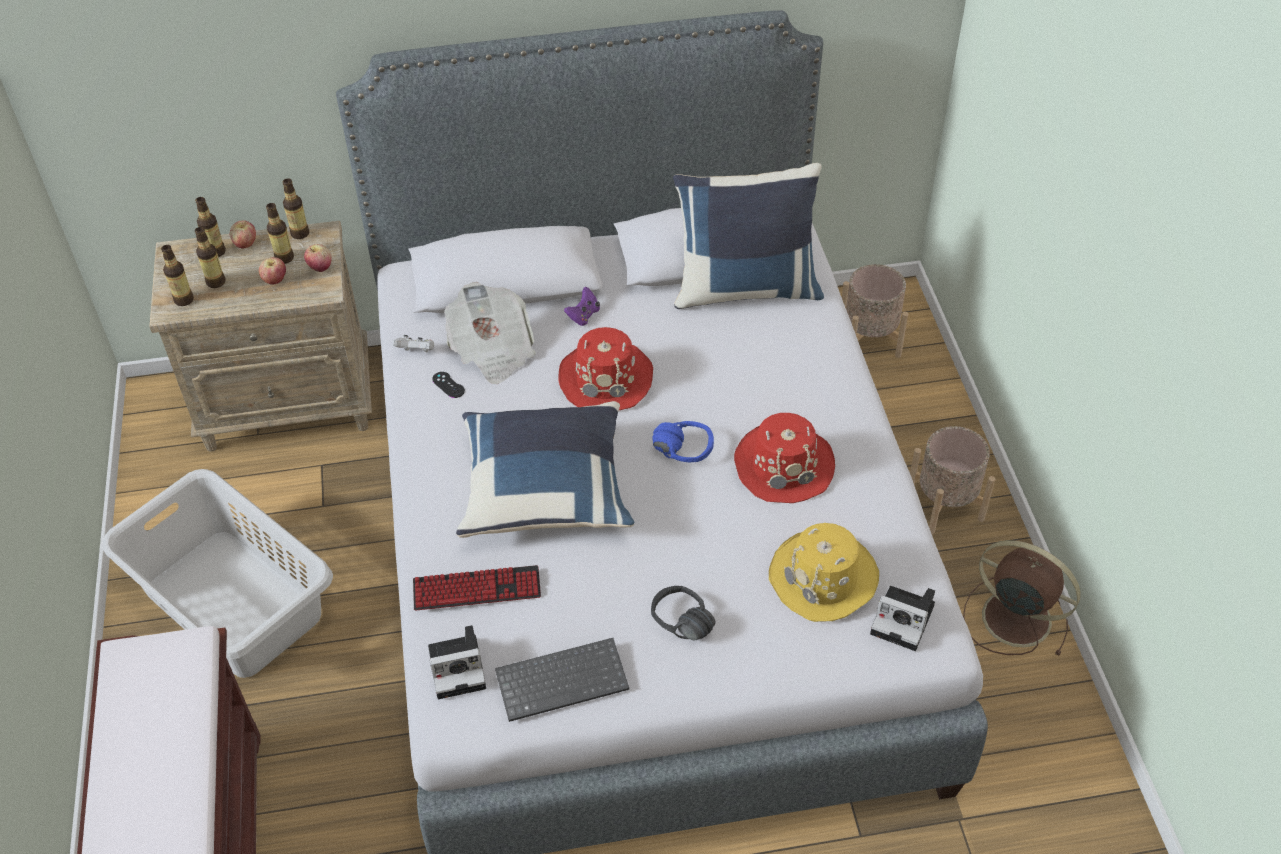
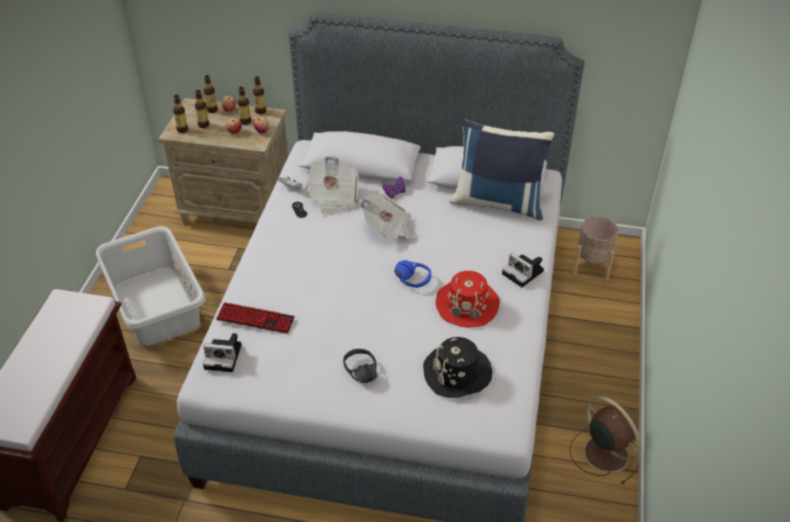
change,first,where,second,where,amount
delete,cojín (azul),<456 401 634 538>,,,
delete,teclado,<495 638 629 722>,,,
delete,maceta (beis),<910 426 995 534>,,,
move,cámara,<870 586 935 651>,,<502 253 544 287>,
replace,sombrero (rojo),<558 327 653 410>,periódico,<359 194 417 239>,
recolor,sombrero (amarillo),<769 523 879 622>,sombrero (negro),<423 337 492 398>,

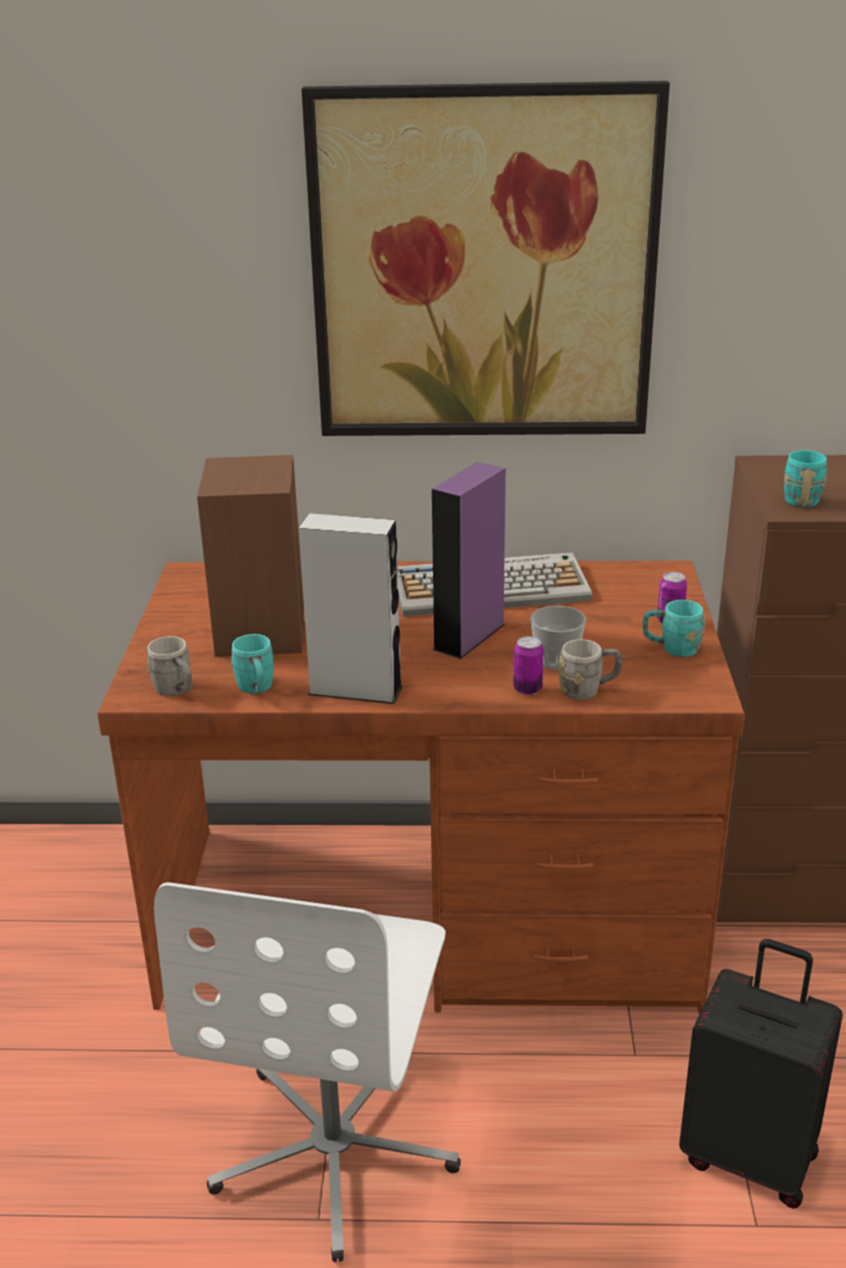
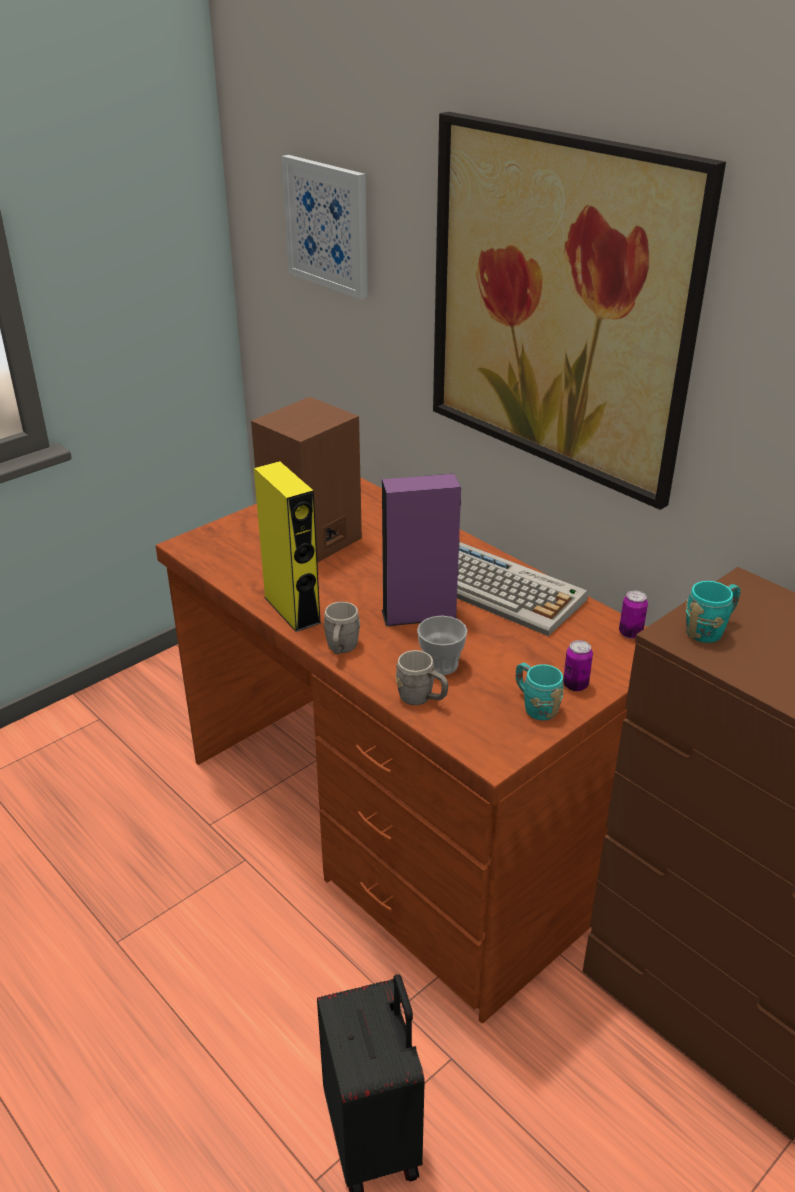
change,first,where,second,where,amount
delete,silla de oficina (blanco),<154 882 461 1262>,,,
delete,taza grande (turquesa),<231 634 274 694>,,,
insert,,,cuadro,<282 155 368 299>,
move,taza grande (gris),<147 636 192 696>,,<324 602 361 654>,
move,lata,<513 636 544 695>,,<619 590 648 639>,
recolor,altavoz (gris),<298 513 403 704>,altavoz (amarillo),<254 461 321 632>,

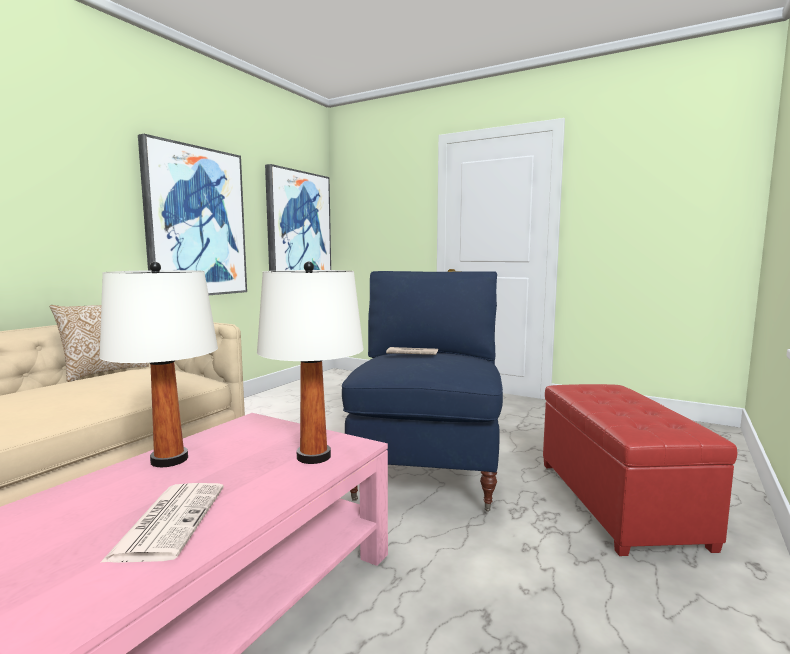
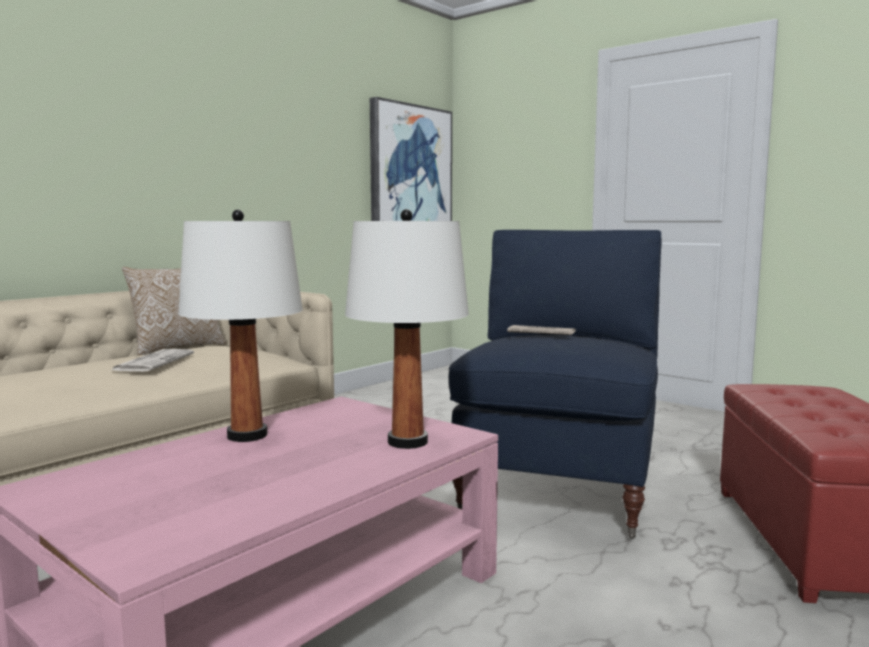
change,first,where,second,where,amount
delete,cuadro,<138 134 247 295>,,,
move,periódico,<100 483 224 563>,,<112 349 194 371>,

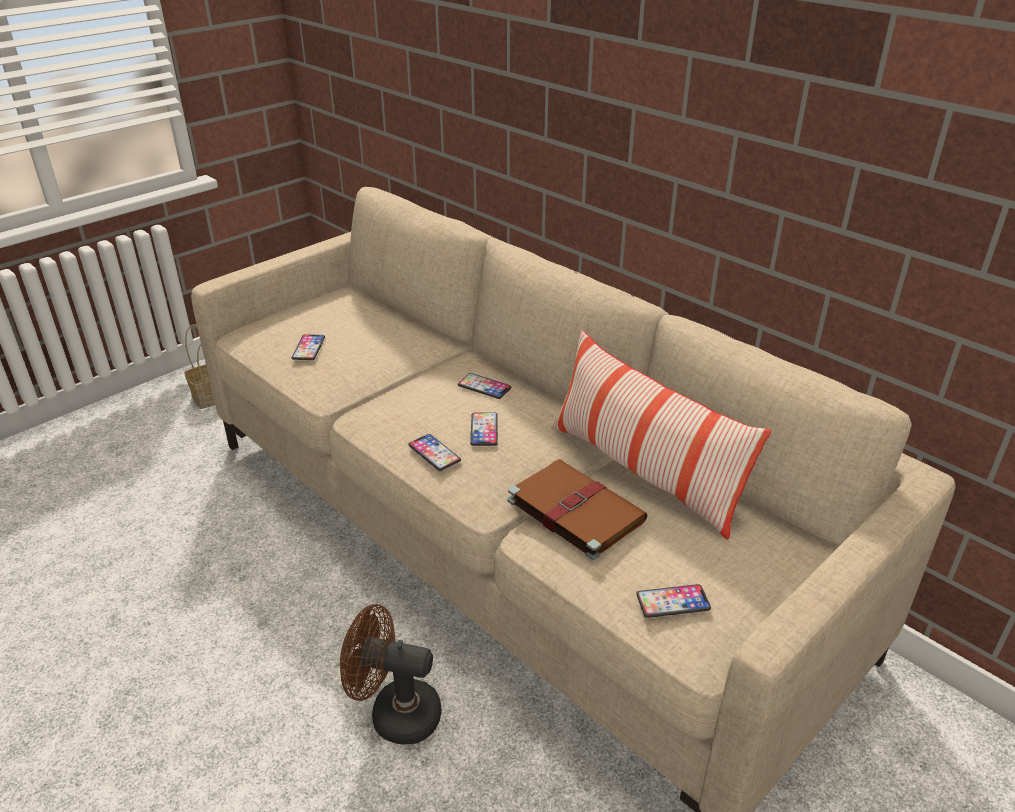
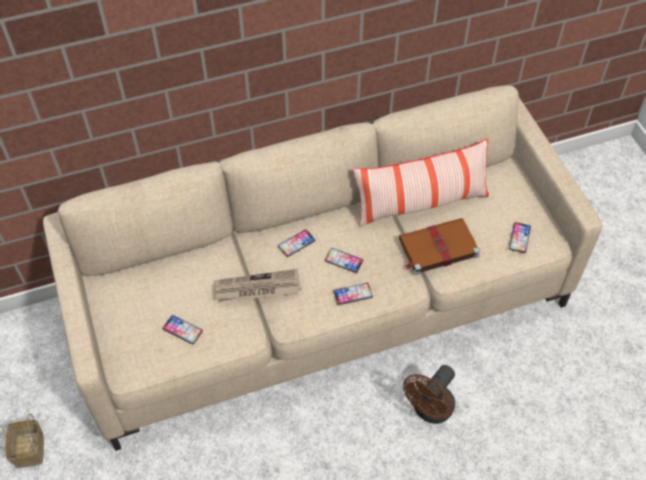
change,first,where,second,where,amount
insert,,,periódico,<215 269 301 301>,

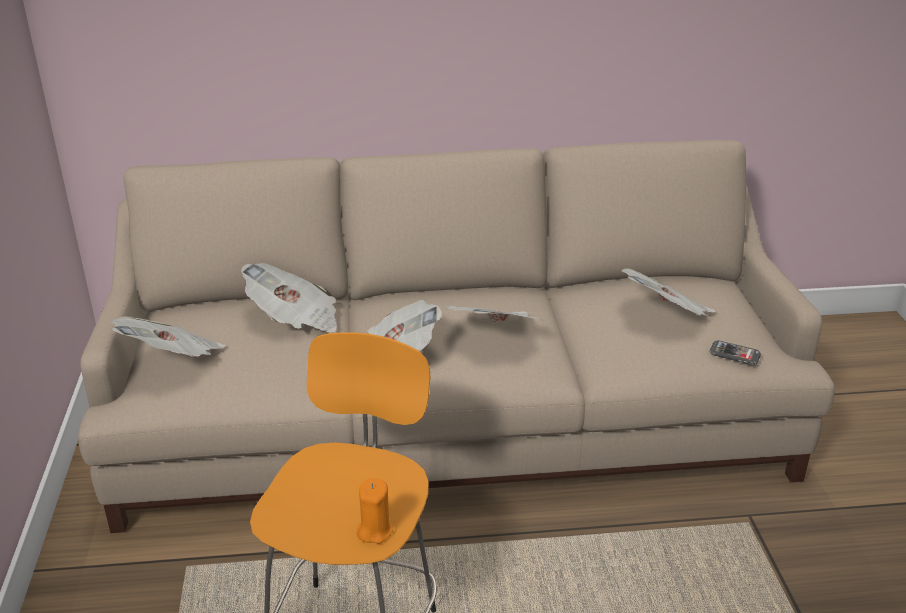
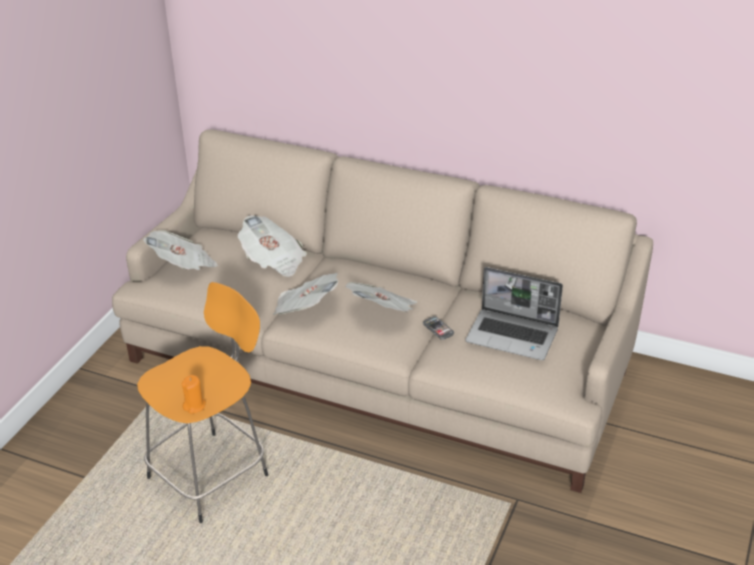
change,first,where,second,where,amount
move,móvil,<710 340 761 365>,,<423 316 454 340>,
replace,periódico,<621 268 716 316>,portátil,<465 267 563 360>,

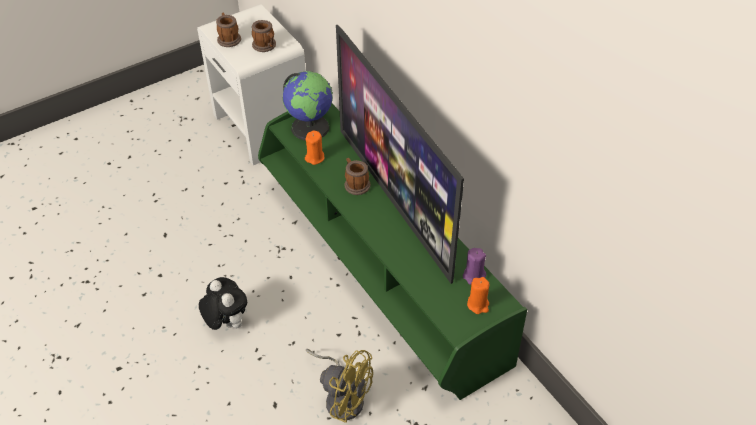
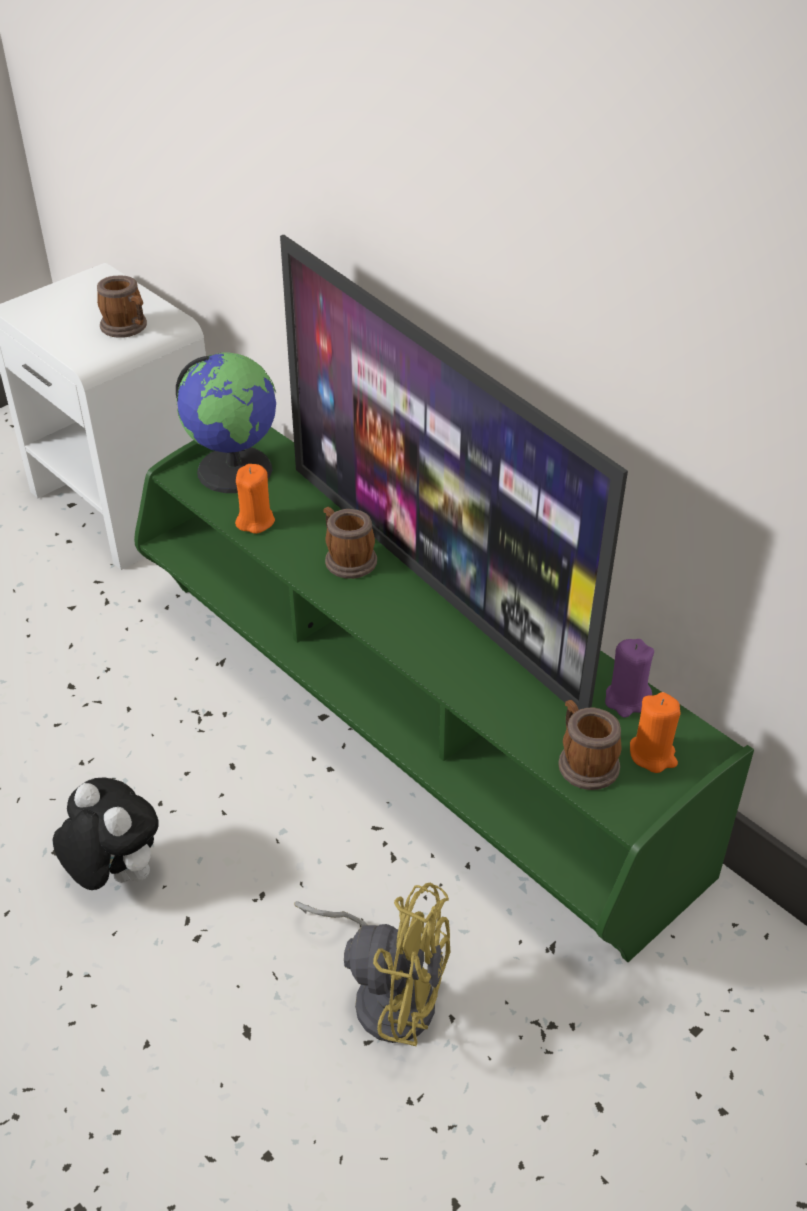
change,first,where,second,where,amount
move,taza grande,<216 13 241 47>,,<558 700 621 790>,

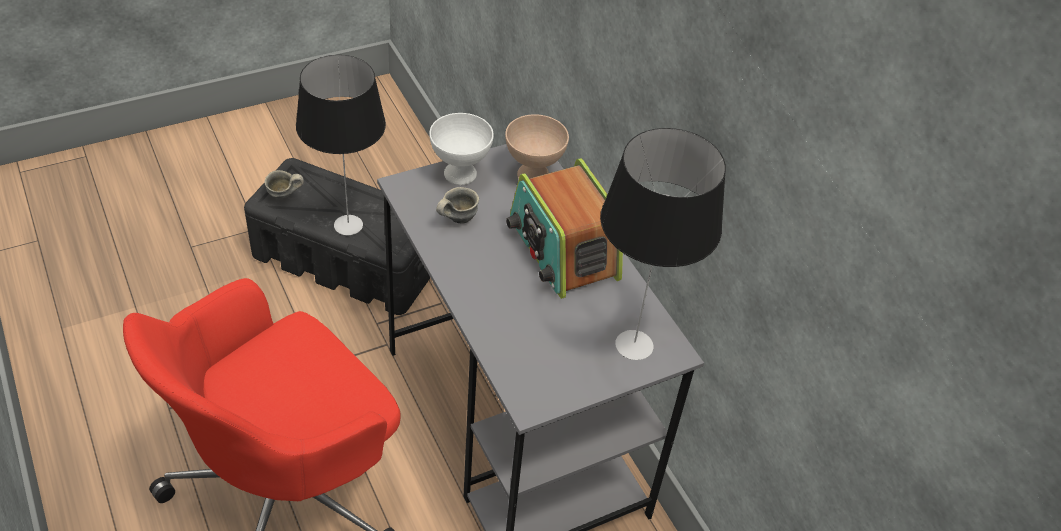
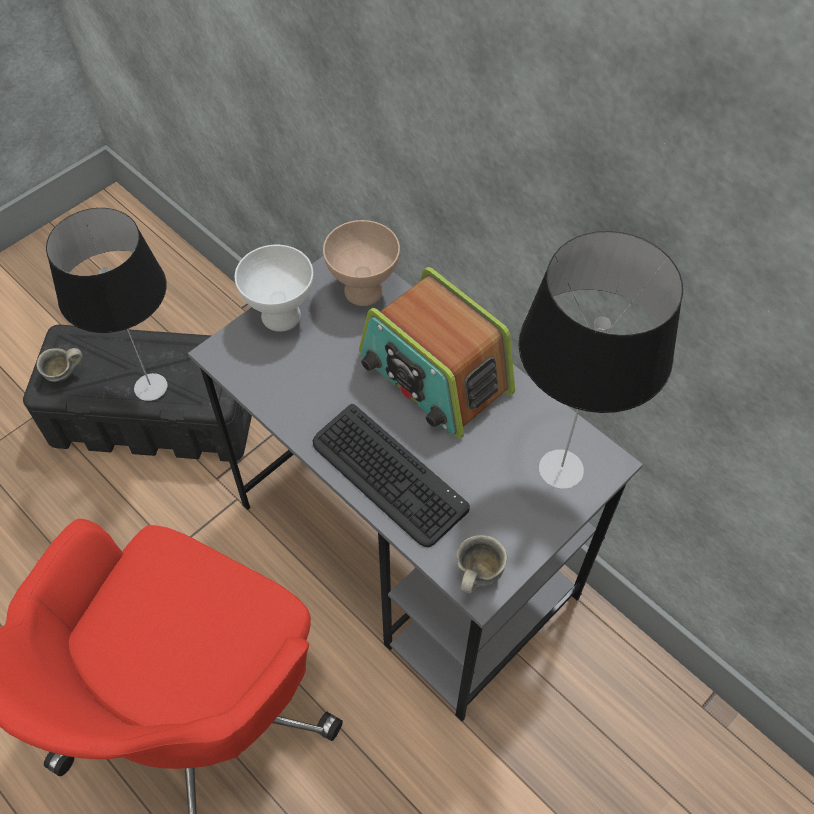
change,first,where,second,where,amount
insert,,,teclado,<313 404 470 547>,
move,taza grande (gris),<436 187 479 223>,,<456 535 507 594>,

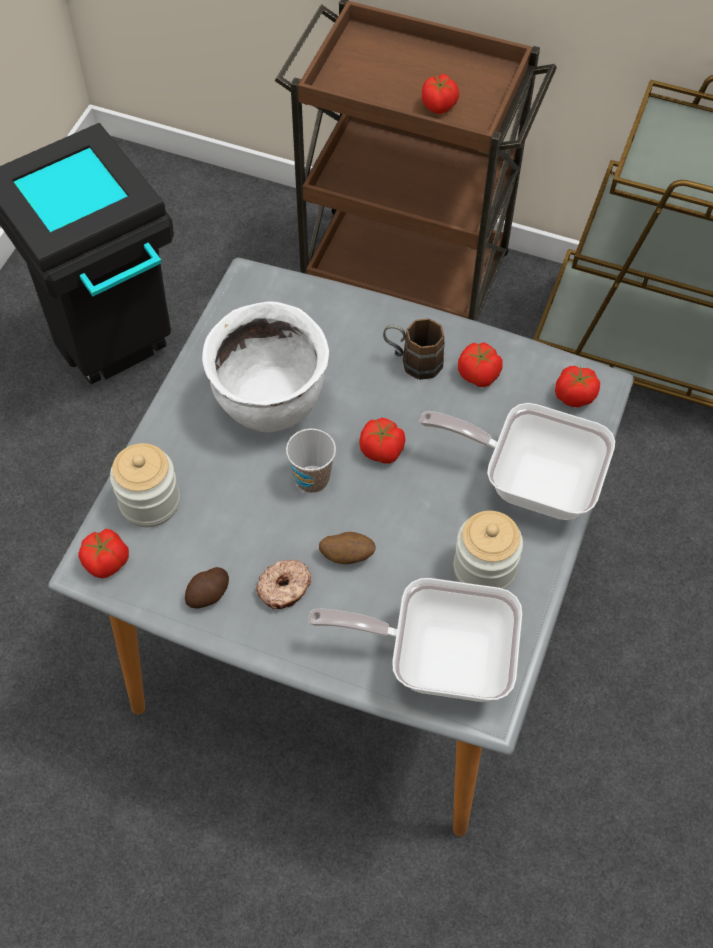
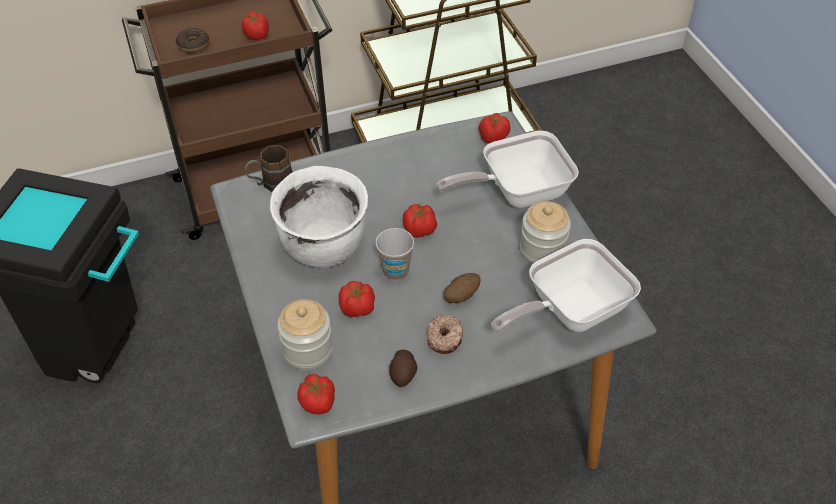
change,first,where,second,where,amount
insert,,,rosquilla,<176 28 209 53>,
move,taza grande (marrón),<383 318 445 380>,,<245 145 292 192>,
move,tomate,<458 342 503 387>,,<339 281 375 317>,

